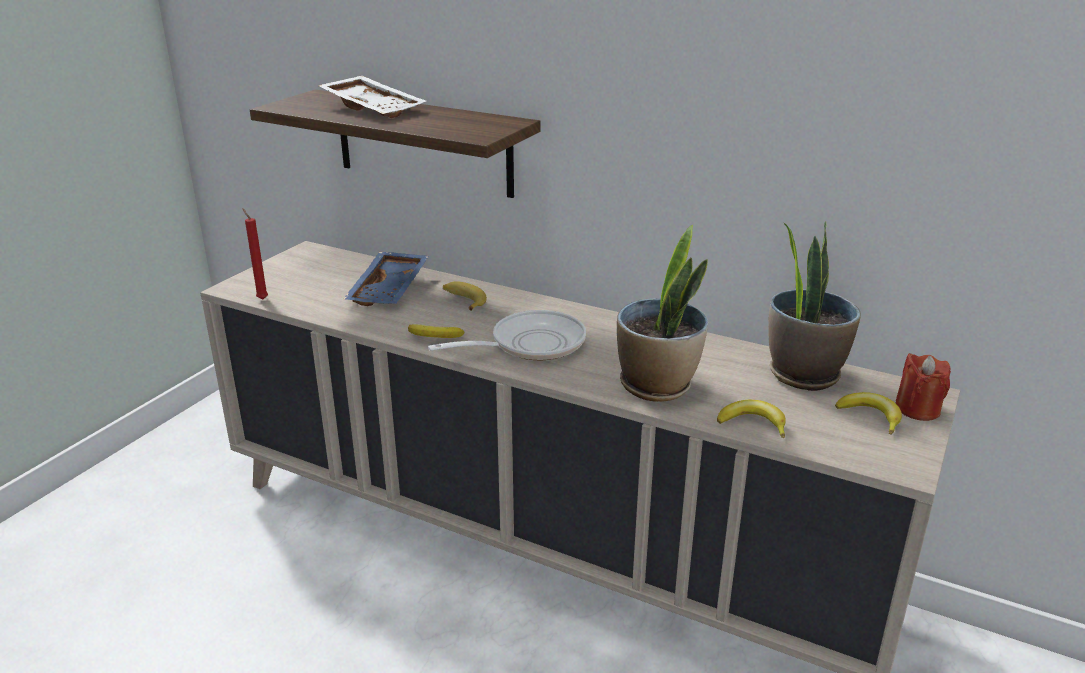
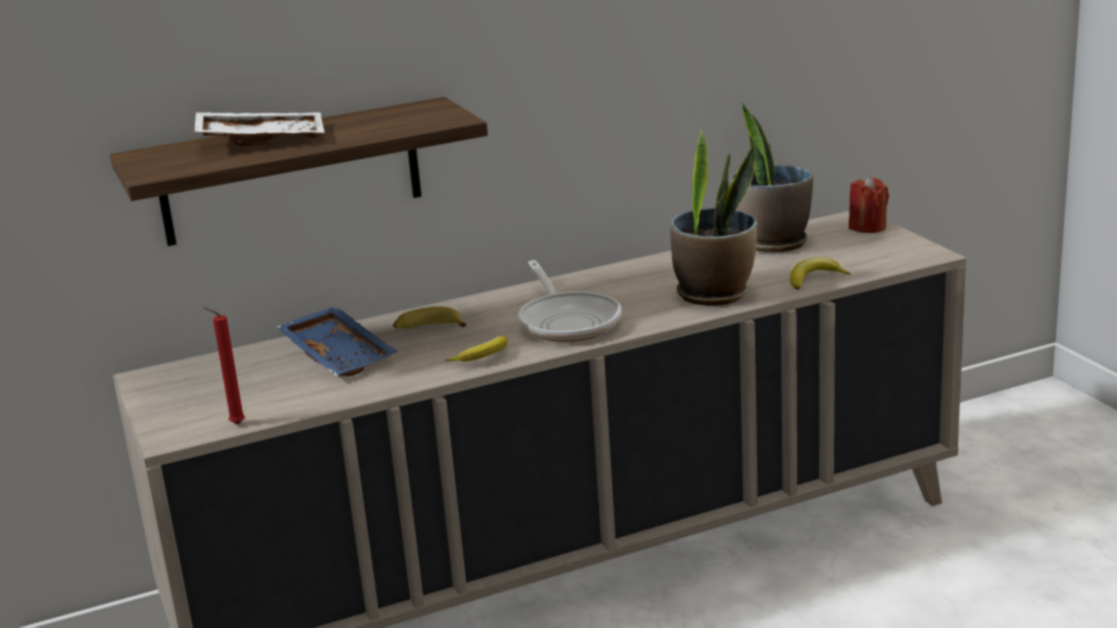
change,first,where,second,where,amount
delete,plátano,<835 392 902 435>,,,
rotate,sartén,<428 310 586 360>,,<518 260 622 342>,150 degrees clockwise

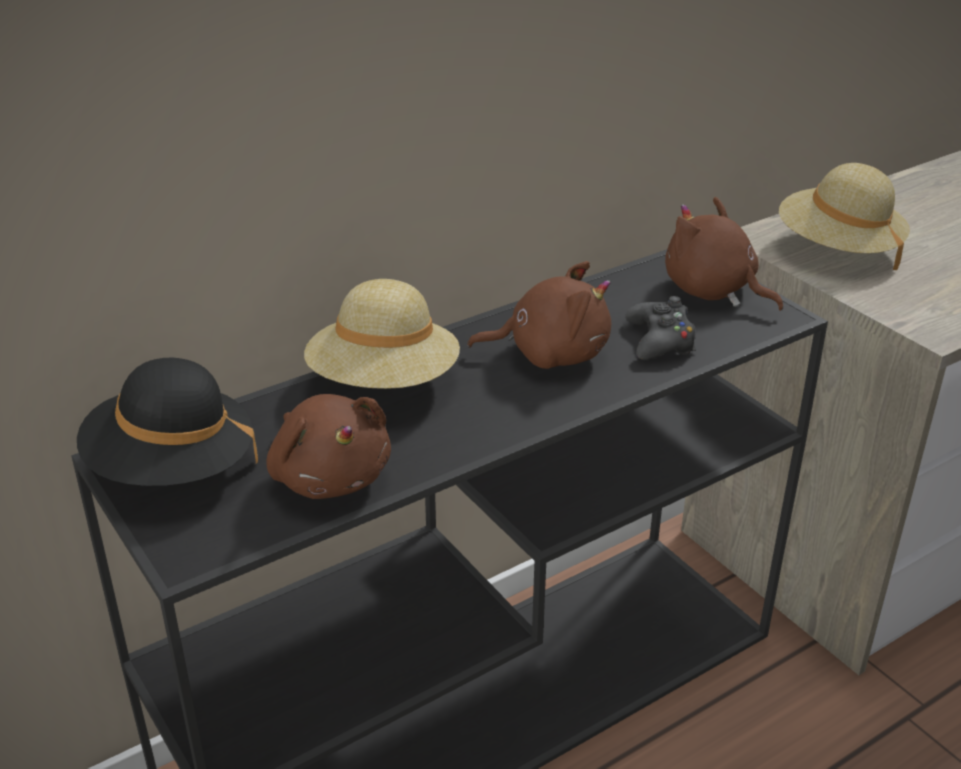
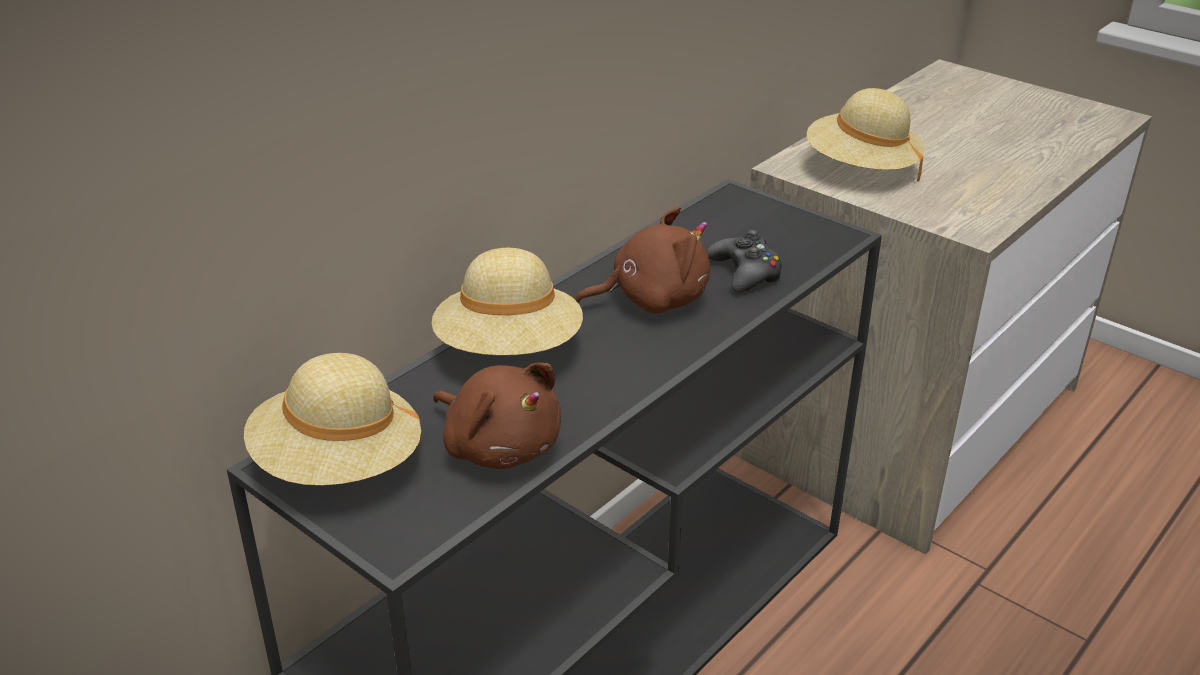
change,first,where,second,where,amount
delete,peluche (marrón),<665 197 783 311>,,,
recolor,sombrero (negro),<77 358 258 486>,sombrero (beis),<244 353 423 486>,

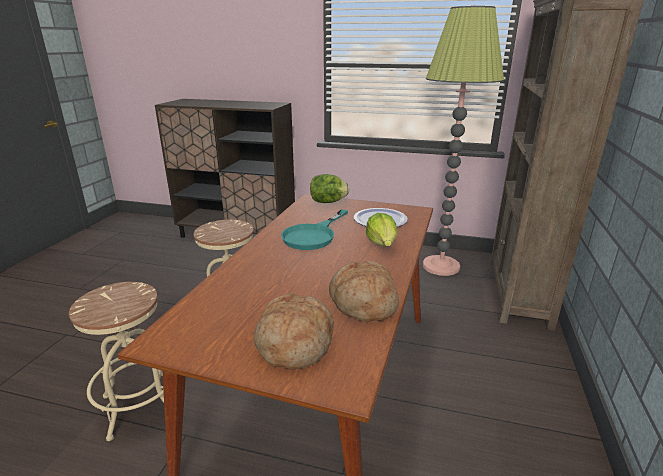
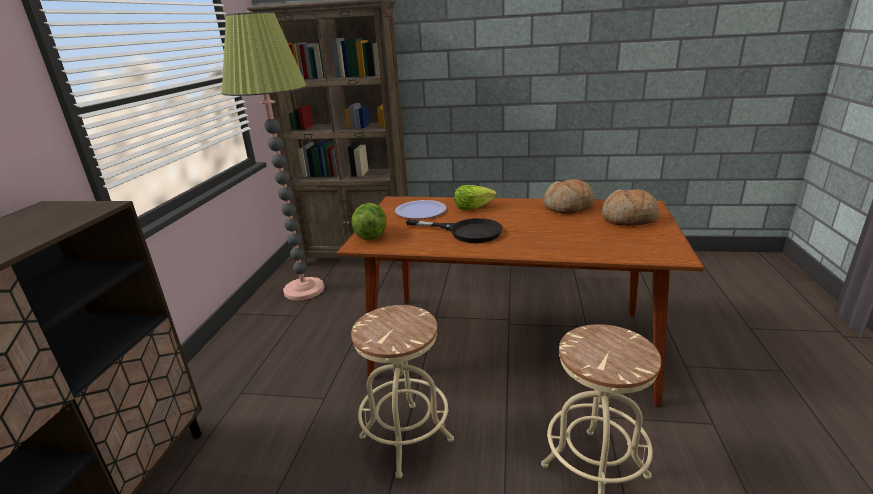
change,first,where,second,where,amount
recolor,sartén (turquesa),<281 209 348 250>,sartén (negro),<406 218 503 243>,

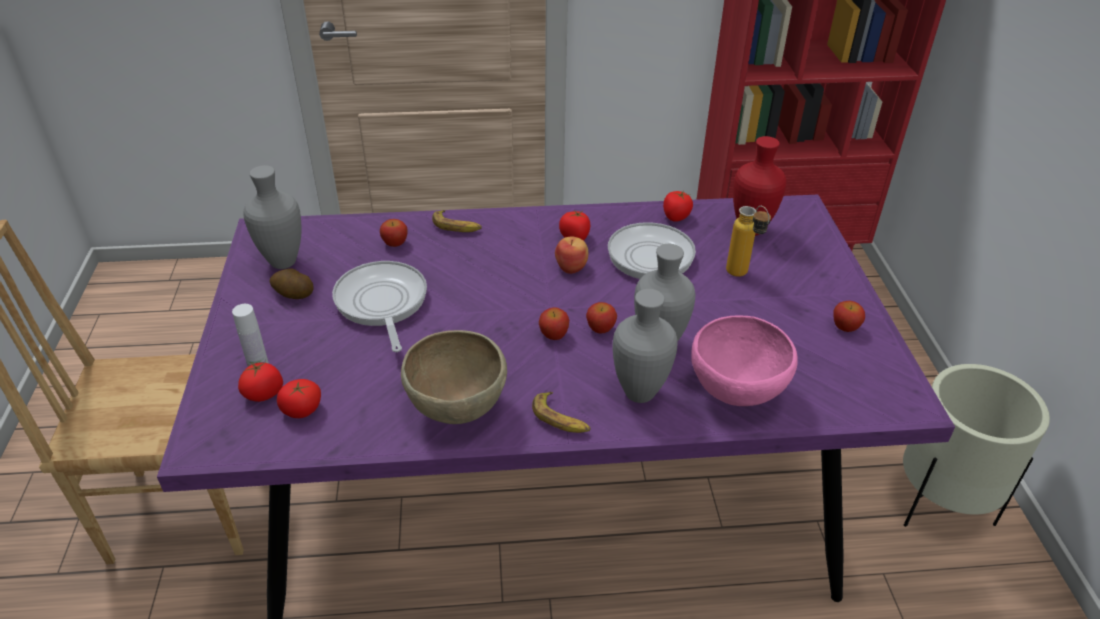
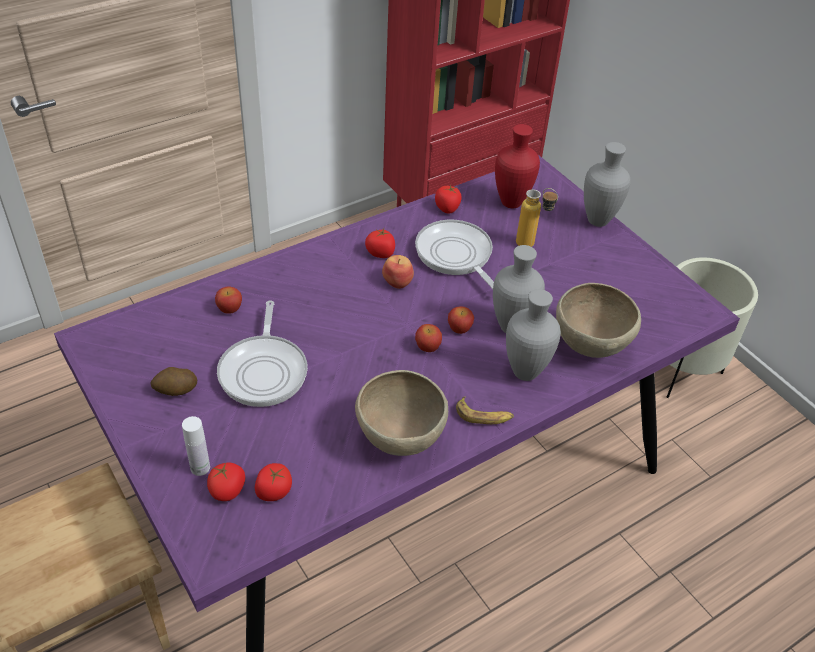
change,first,where,second,where,amount
delete,plátano,<432 210 482 232>,,,
delete,manzana,<833 301 865 332>,,,
move,florero (gris),<243 165 301 269>,,<584 142 631 227>,
recolor,cuenco (rosa),<691 315 798 406>,cuenco (marrón),<556 283 641 358>,
rotate,sartén,<332 261 427 352>,,<217 300 308 407>,135 degrees counterclockwise

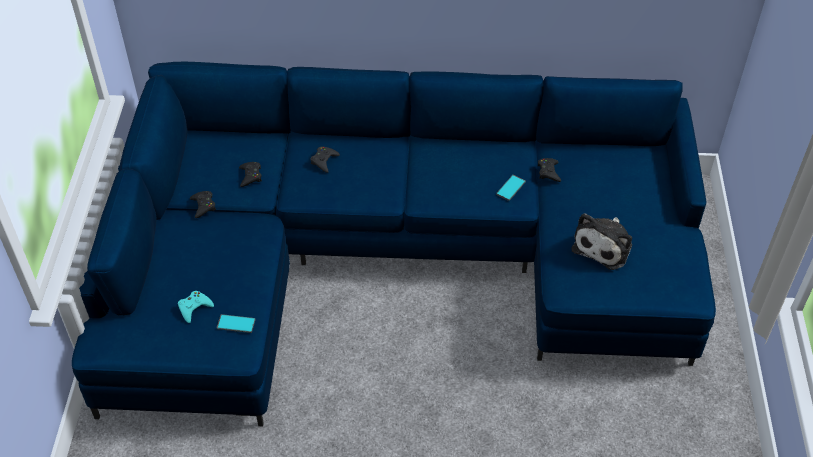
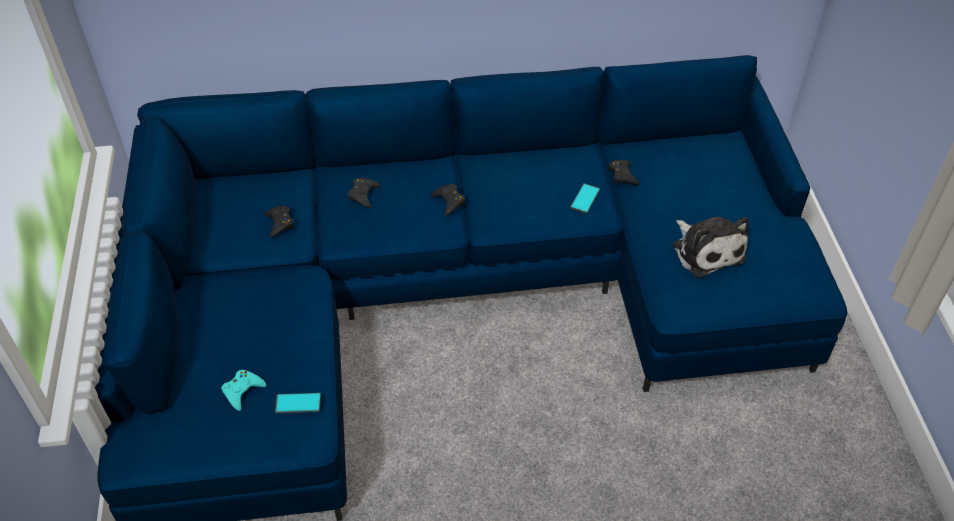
change,first,where,second,where,amount
move,mando de consola (negro),<190 191 216 218>,,<431 184 465 216>,
rotate,peluche,<571 213 632 270>,,<673 217 749 278>,45 degrees counterclockwise

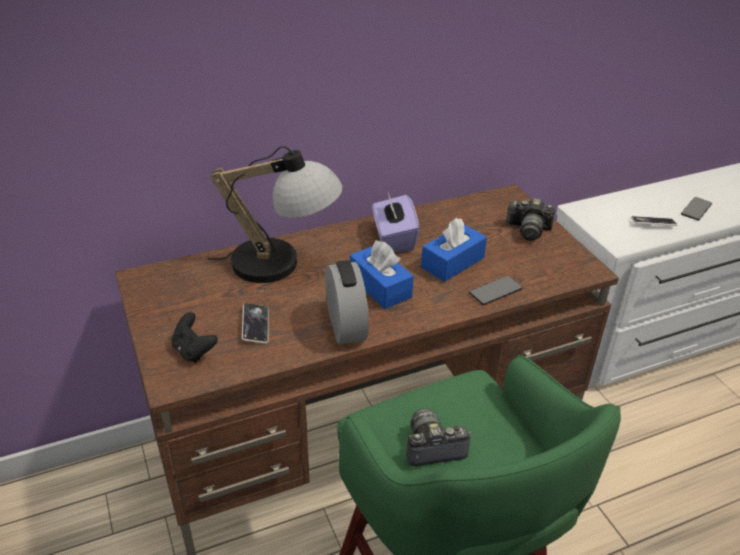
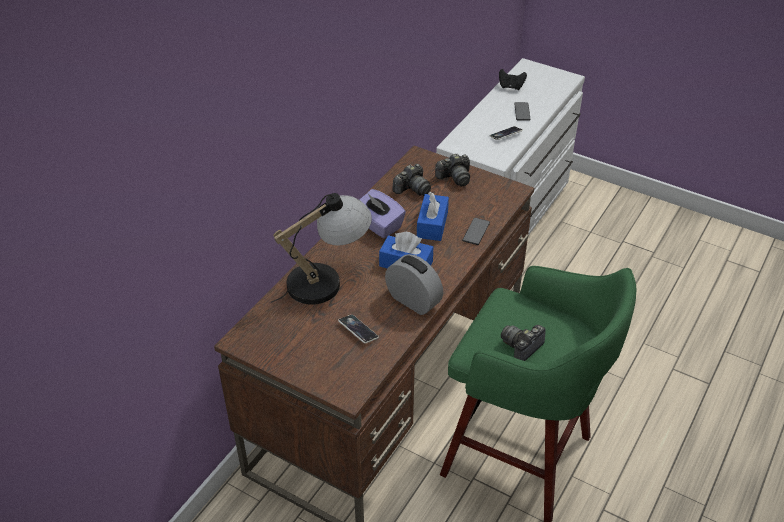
change,first,where,second,where,amount
insert,,,cámara,<393 164 431 196>,
move,mando de consola (negro),<171 312 218 363>,,<499 69 527 90>,

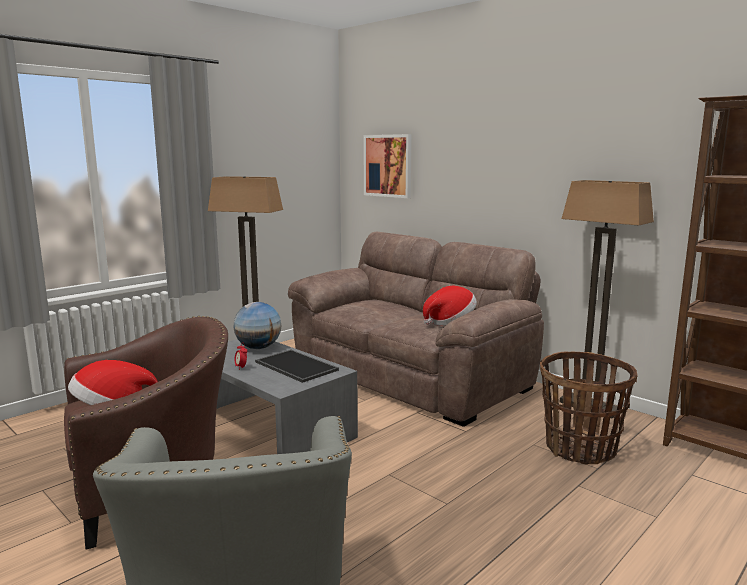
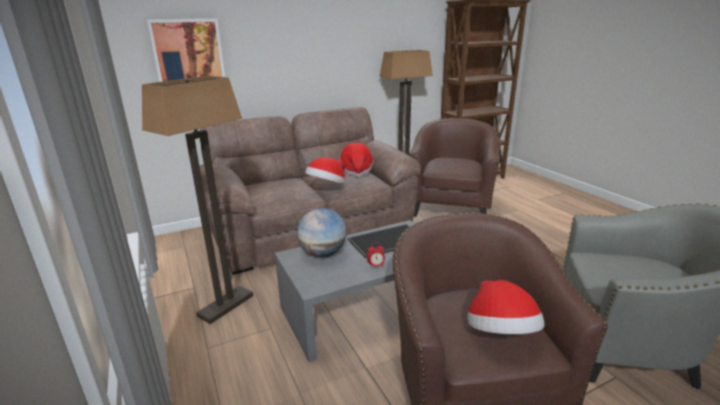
change,first,where,second,where,amount
insert,,,sombrero,<305 157 345 184>,
replace,cesta,<540 351 638 465>,sillón (marrón),<409 118 500 217>,

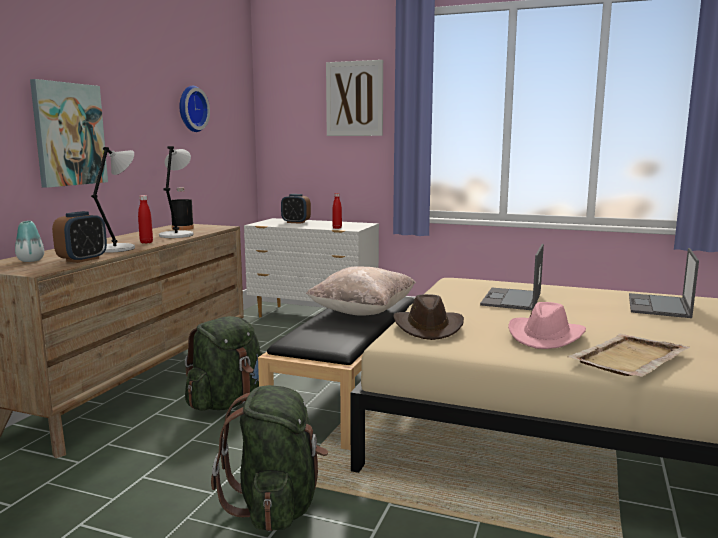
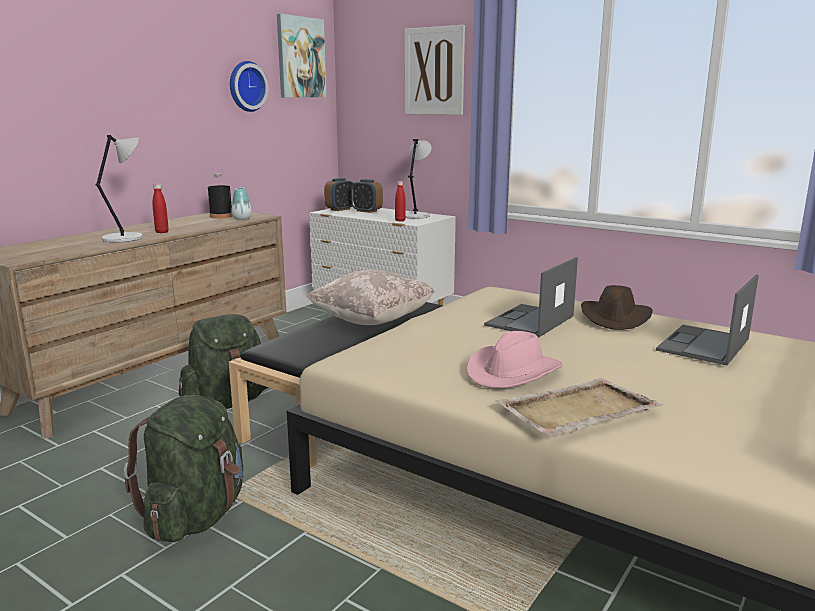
change,first,where,second,where,amount
move,florero,<15 221 44 262>,,<231 187 252 220>,
move,cuadro,<30 79 108 188>,,<277 14 327 98>,
move,despertador,<52 211 107 263>,,<324 178 353 211>,
move,lámpara de mesa (gris),<159 146 193 238>,,<406 139 431 219>,
move,sombrero (marrón),<393 294 464 340>,,<581 285 653 330>,

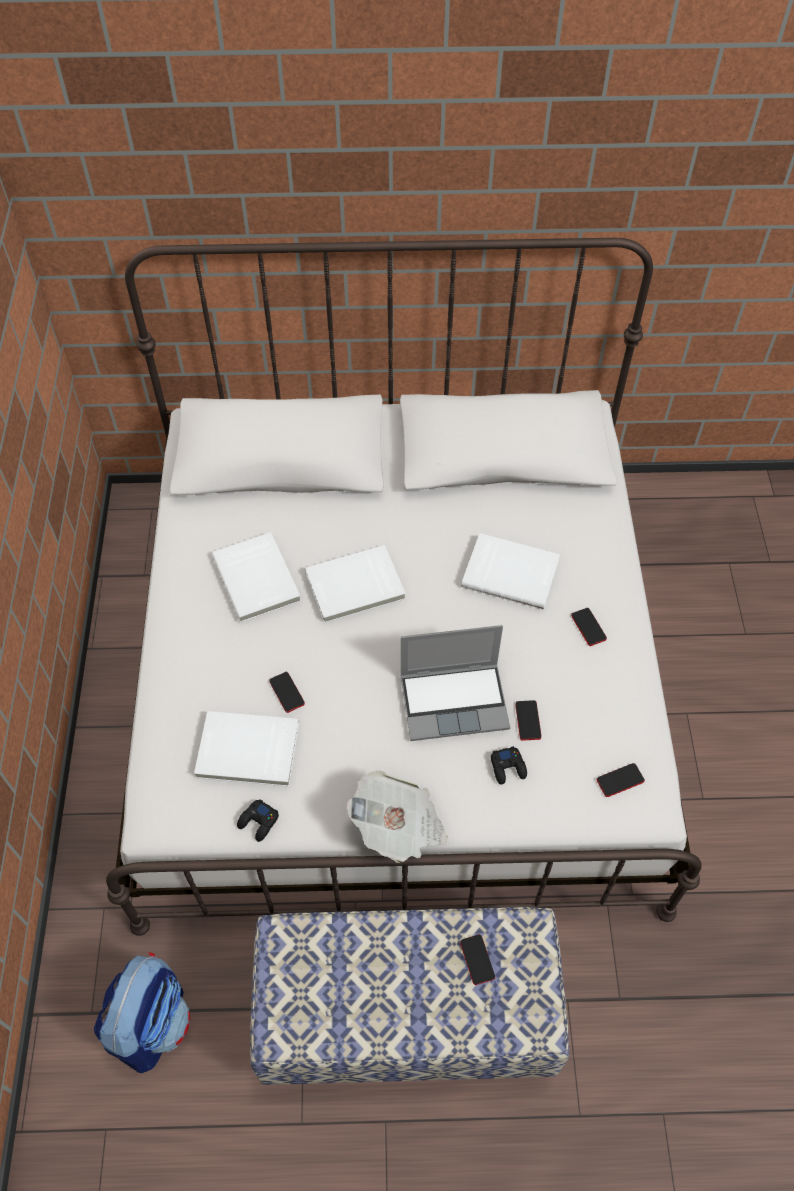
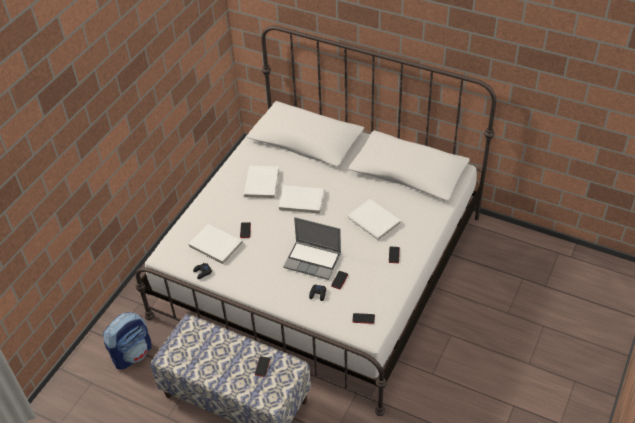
change,first,where,second,where,amount
delete,periódico,<346 770 448 863>,,,

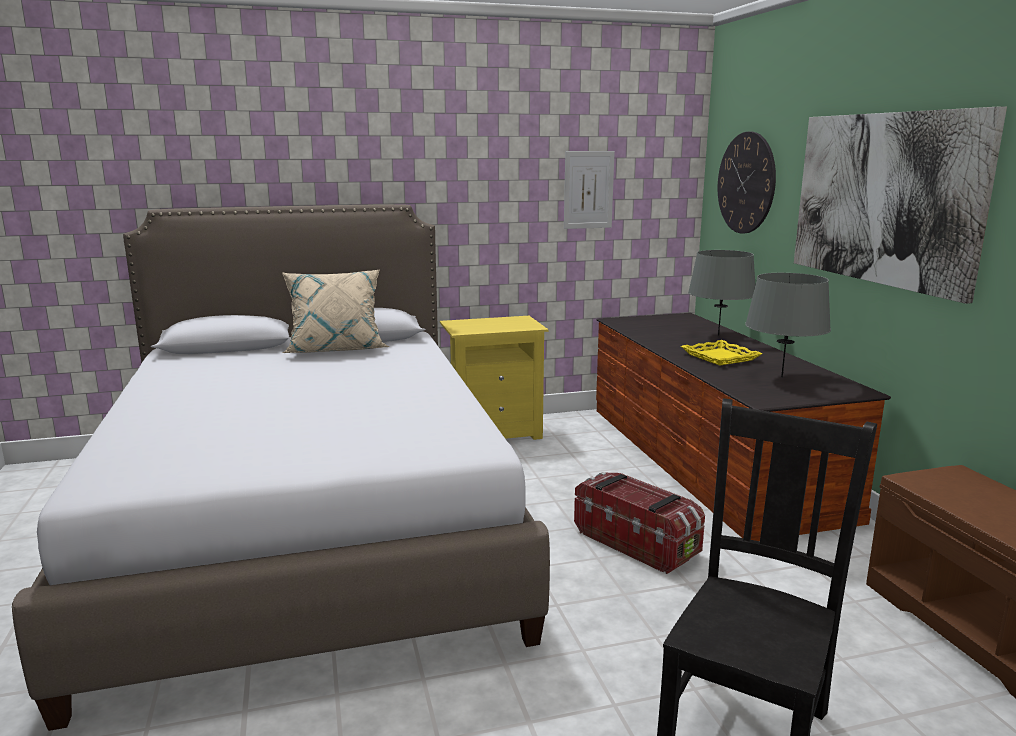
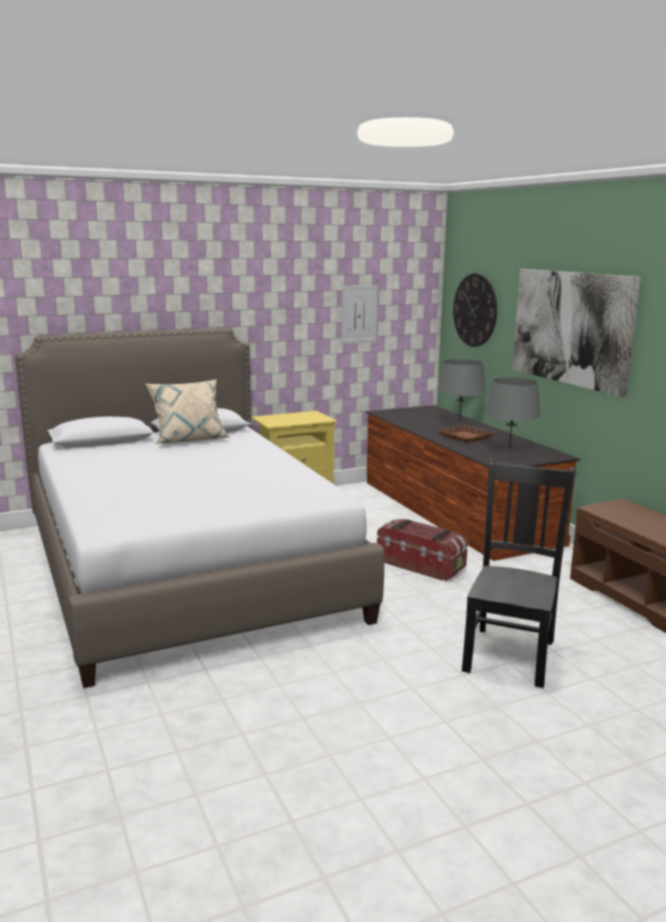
change,first,where,second,where,amount
recolor,bandeja (amarillo),<681 340 762 366>,bandeja (marrón),<437 425 494 443>,

